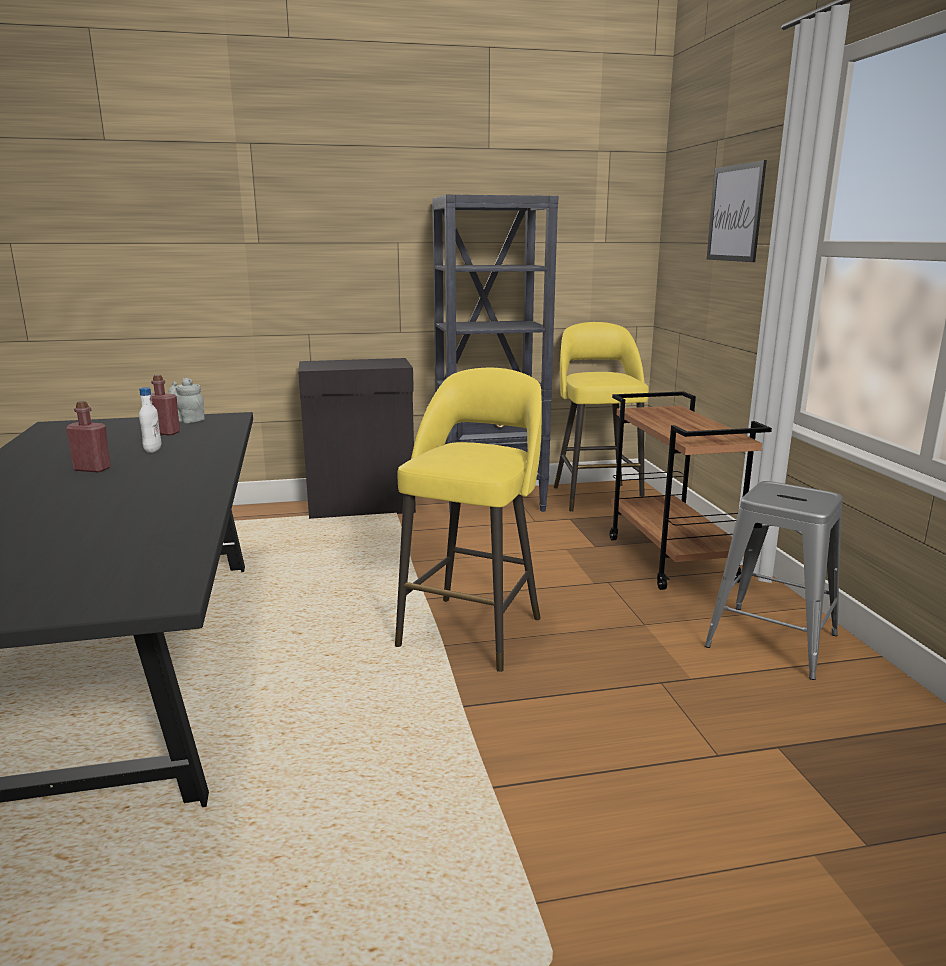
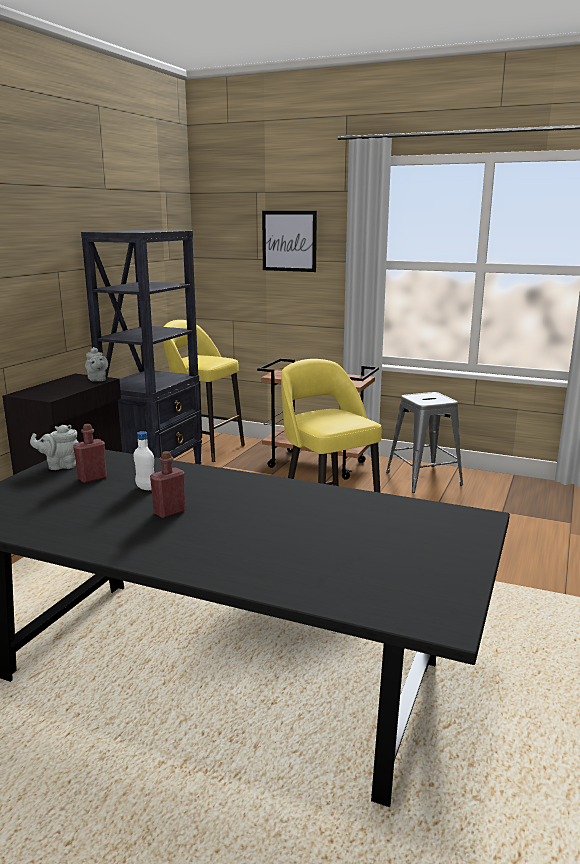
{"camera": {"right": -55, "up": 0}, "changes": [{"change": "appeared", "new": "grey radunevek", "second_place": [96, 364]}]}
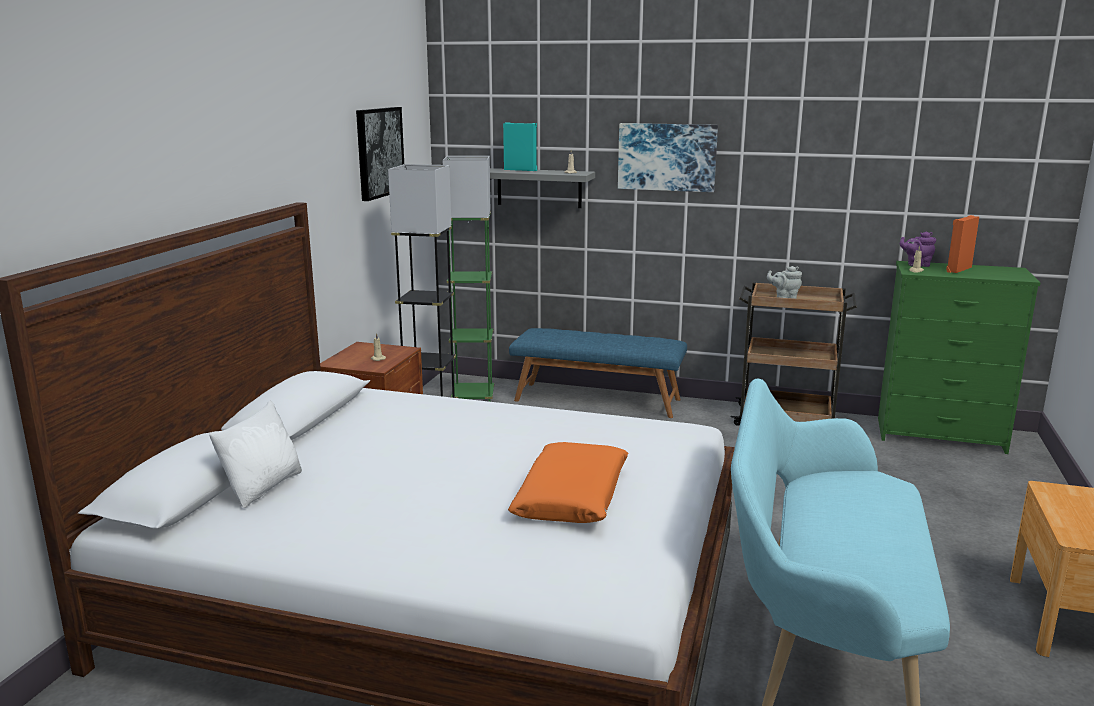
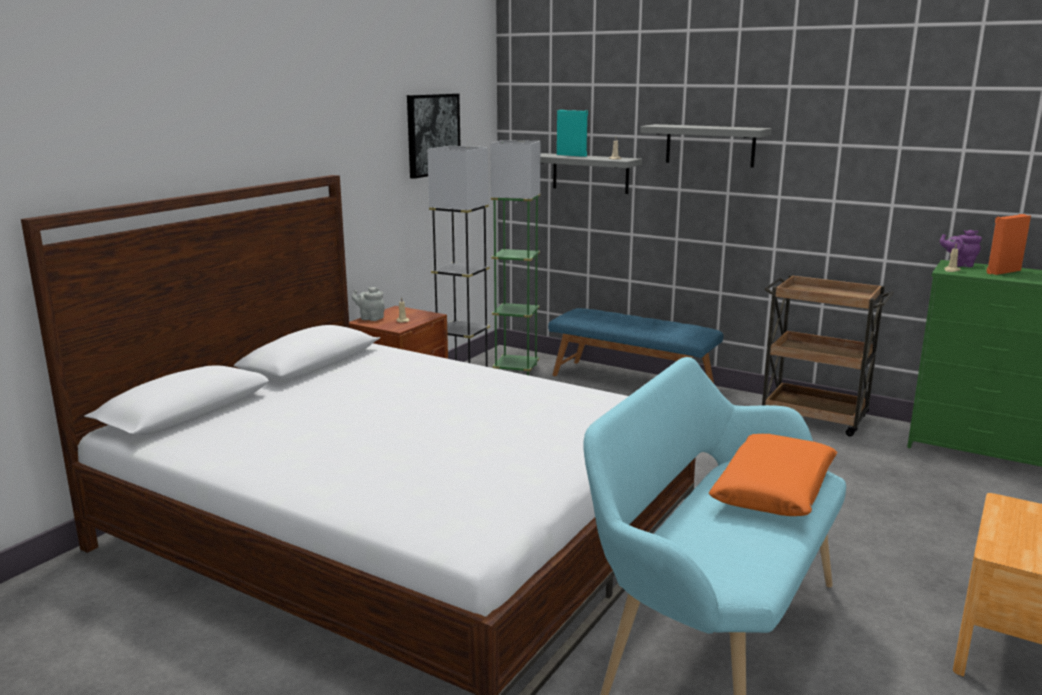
{"camera": {"right": 15, "up": 0}, "changes": [{"change": "relocated", "old": "grey radunevek", "first_place": [784, 282], "second_place": [368, 304]}, {"change": "exchanged", "old": "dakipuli", "new": "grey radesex", "first_place": [668, 157], "second_place": [706, 146]}, {"change": "relocated", "old": "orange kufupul", "first_place": [568, 482], "second_place": [773, 475]}, {"change": "missing", "old": "white kufupul", "first_place": [256, 454]}]}
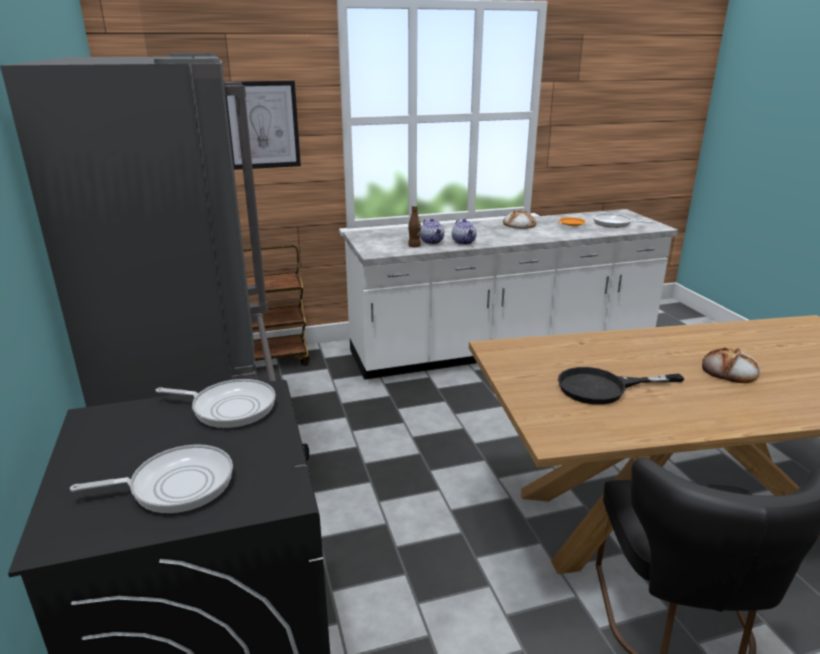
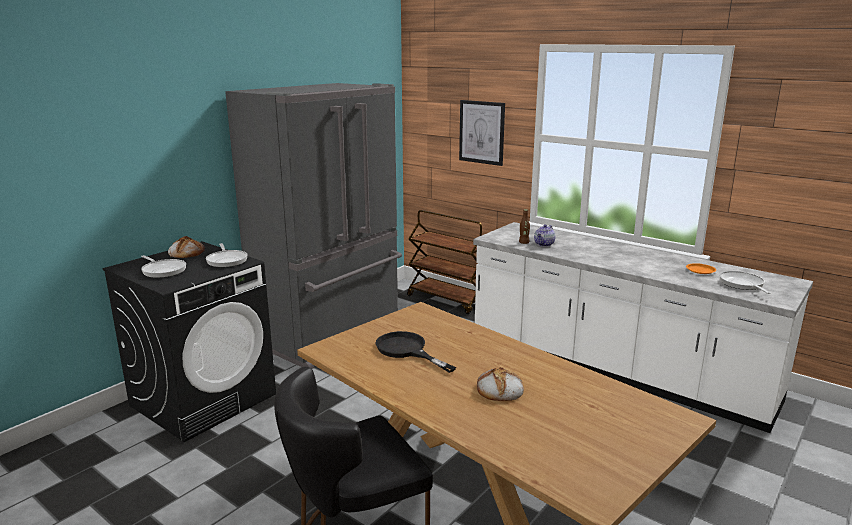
{"camera": {"right": 55, "up": -5}, "changes": [{"change": "relocated", "old": "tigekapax", "first_place": [519, 219], "second_place": [186, 247]}, {"change": "missing", "old": "radunevek", "first_place": [464, 232]}]}
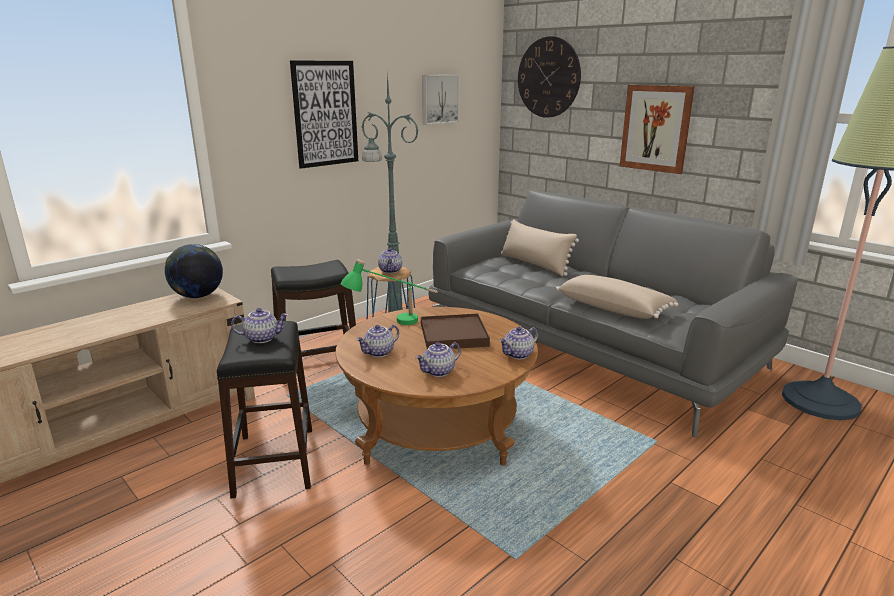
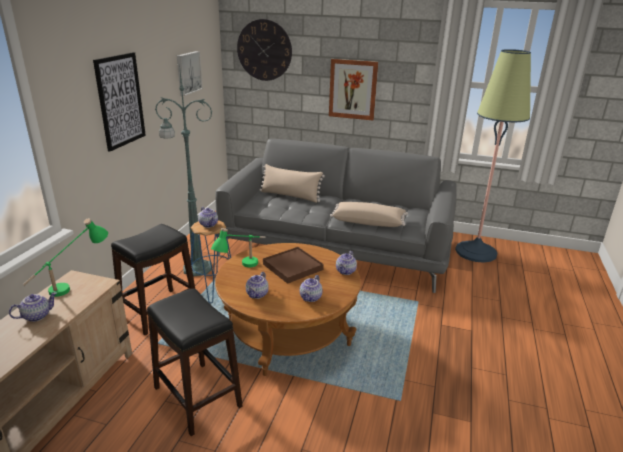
{"camera": {"right": -30, "up": 5}, "changes": [{"change": "relocated", "old": "radunevek", "first_place": [260, 325], "second_place": [33, 307]}, {"change": "exchanged", "old": "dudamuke", "new": "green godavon", "first_place": [194, 271], "second_place": [65, 257]}]}
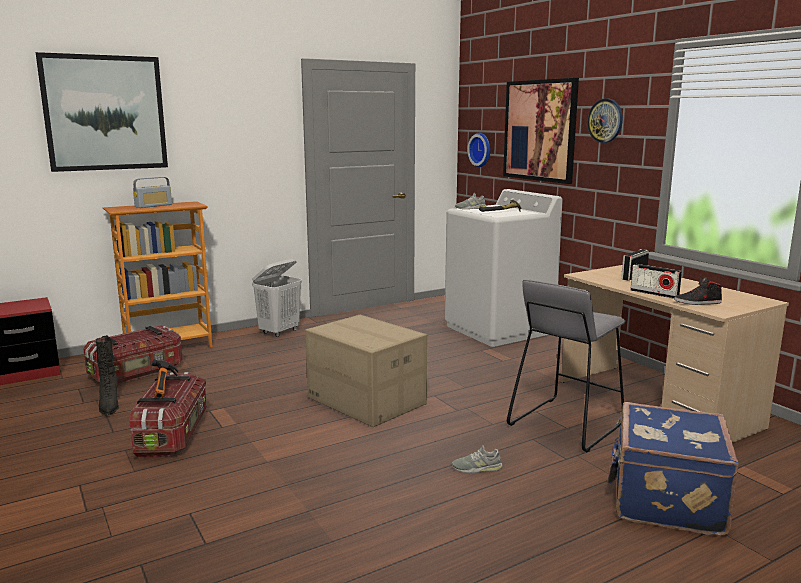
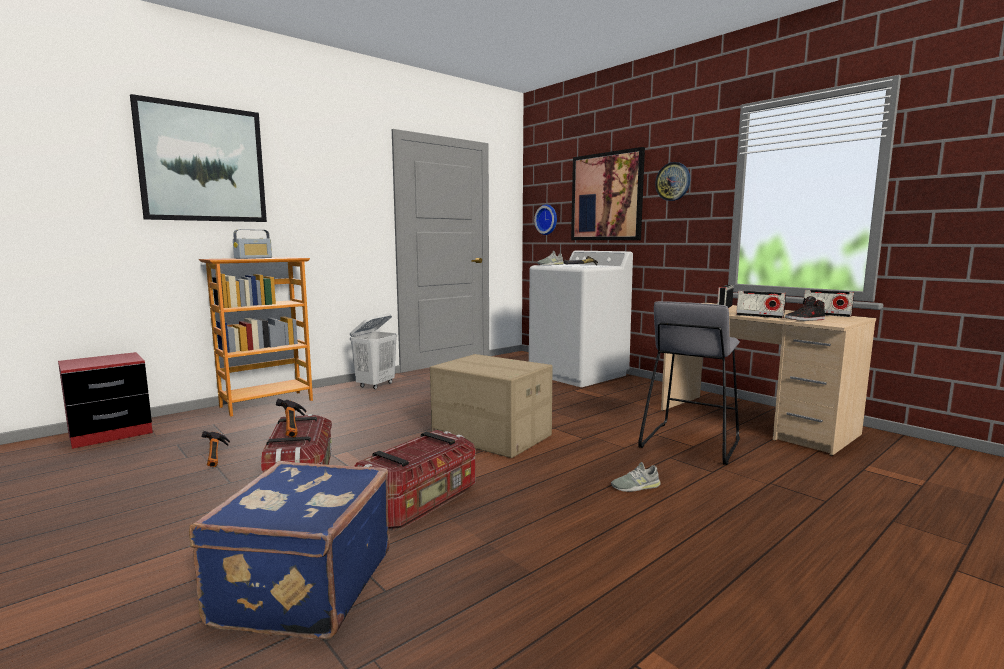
{"camera": {"right": -10, "up": -5}, "changes": [{"change": "relocated", "old": "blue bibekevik", "first_place": [673, 469], "second_place": [289, 550]}, {"change": "exchanged", "old": "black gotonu", "new": "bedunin", "first_place": [107, 376], "second_place": [216, 449]}, {"change": "relocated", "old": "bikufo", "first_place": [133, 354], "second_place": [414, 480]}, {"change": "appeared", "new": "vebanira", "second_place": [828, 303]}]}
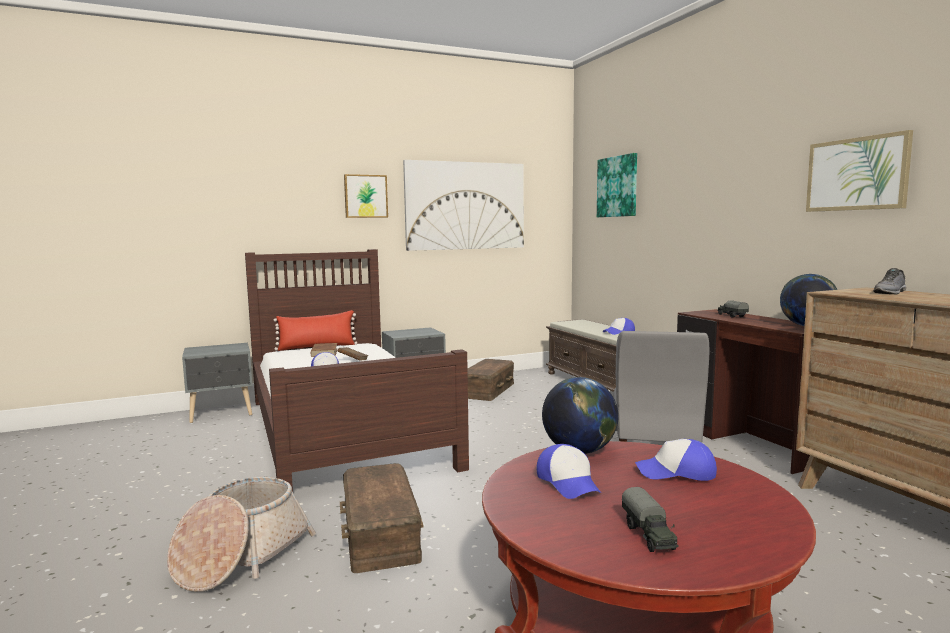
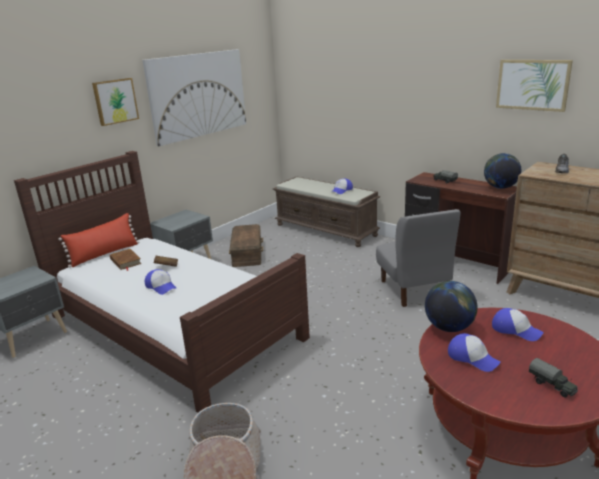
{"camera": {"right": -25, "up": 15}, "changes": [{"change": "spun", "old": "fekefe", "first_place": [676, 460], "second_place": [518, 324], "degrees": -120}, {"change": "missing", "old": "brown bikufo", "first_place": [381, 518]}, {"change": "missing", "old": "dakipuli", "first_place": [617, 185]}]}
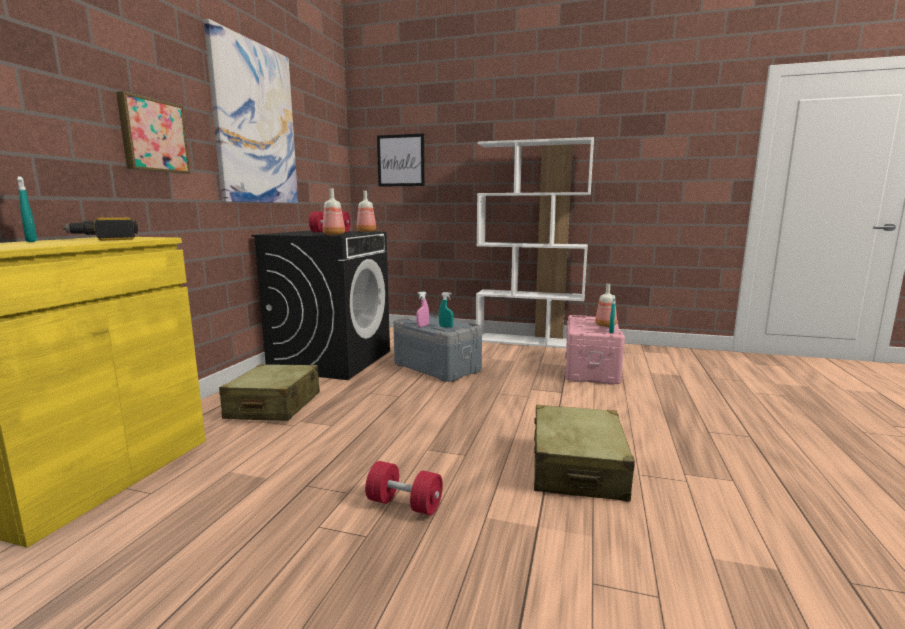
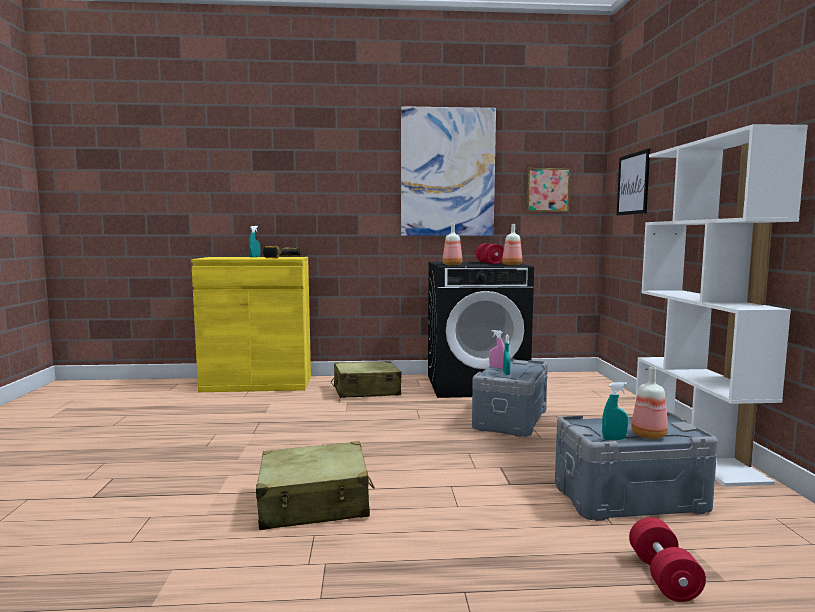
{"camera": {"right": 70, "up": -5}, "changes": [{"change": "relocated", "old": "dakipuli", "first_place": [153, 132], "second_place": [548, 190]}, {"change": "colour", "old": "pink bikufo", "new": "grey bikufo", "first_place": [595, 350], "second_place": [636, 466]}, {"change": "relocated", "old": "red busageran", "first_place": [404, 488], "second_place": [667, 559]}]}
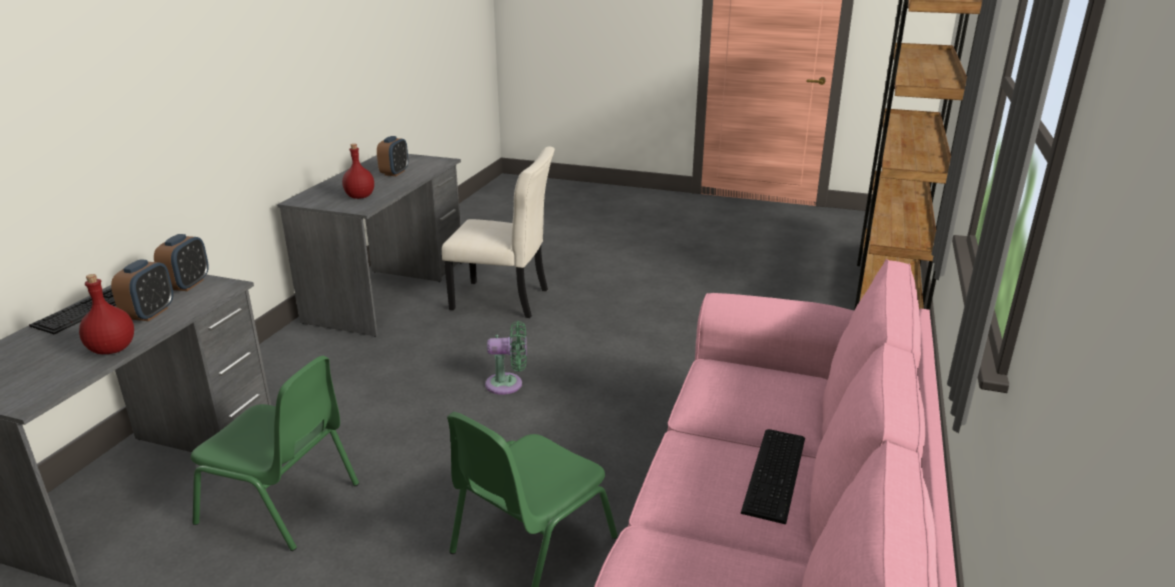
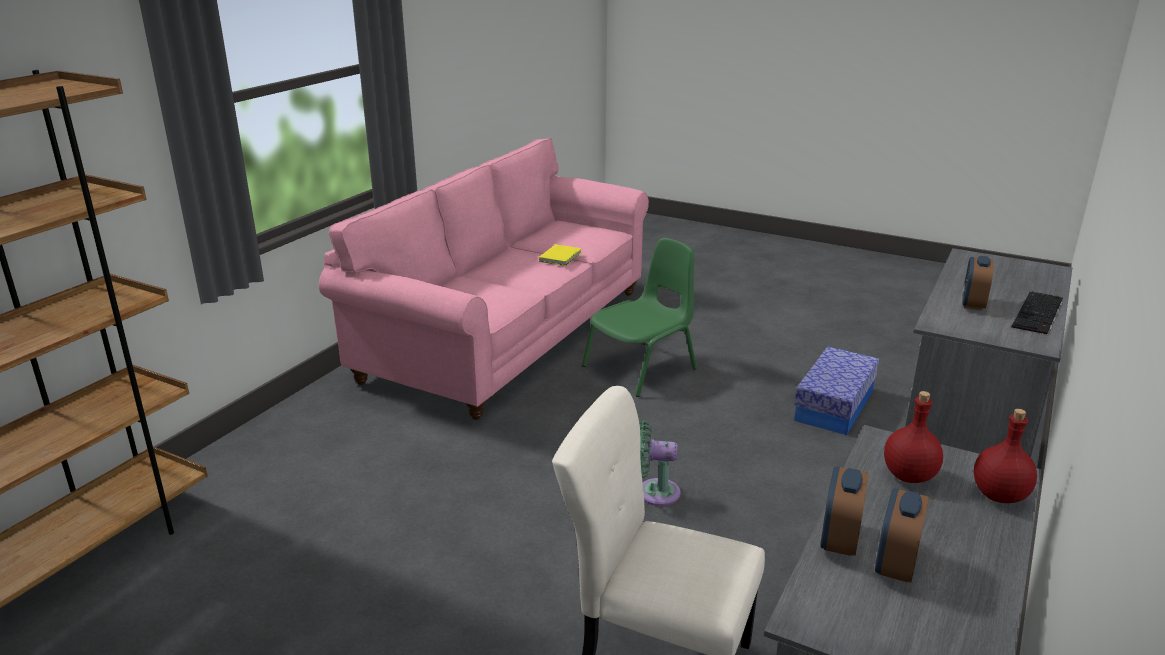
{"camera": {"right": -170, "up": 0}, "changes": [{"change": "appeared", "new": "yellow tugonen", "second_place": [560, 255]}, {"change": "exchanged", "old": "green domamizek", "new": "bikufo", "first_place": [275, 453], "second_place": [836, 390]}, {"change": "relocated", "old": "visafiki", "first_place": [181, 262], "second_place": [844, 511]}, {"change": "relocated", "old": "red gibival", "first_place": [106, 314], "second_place": [1005, 456]}, {"change": "missing", "old": "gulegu", "first_place": [773, 476]}]}
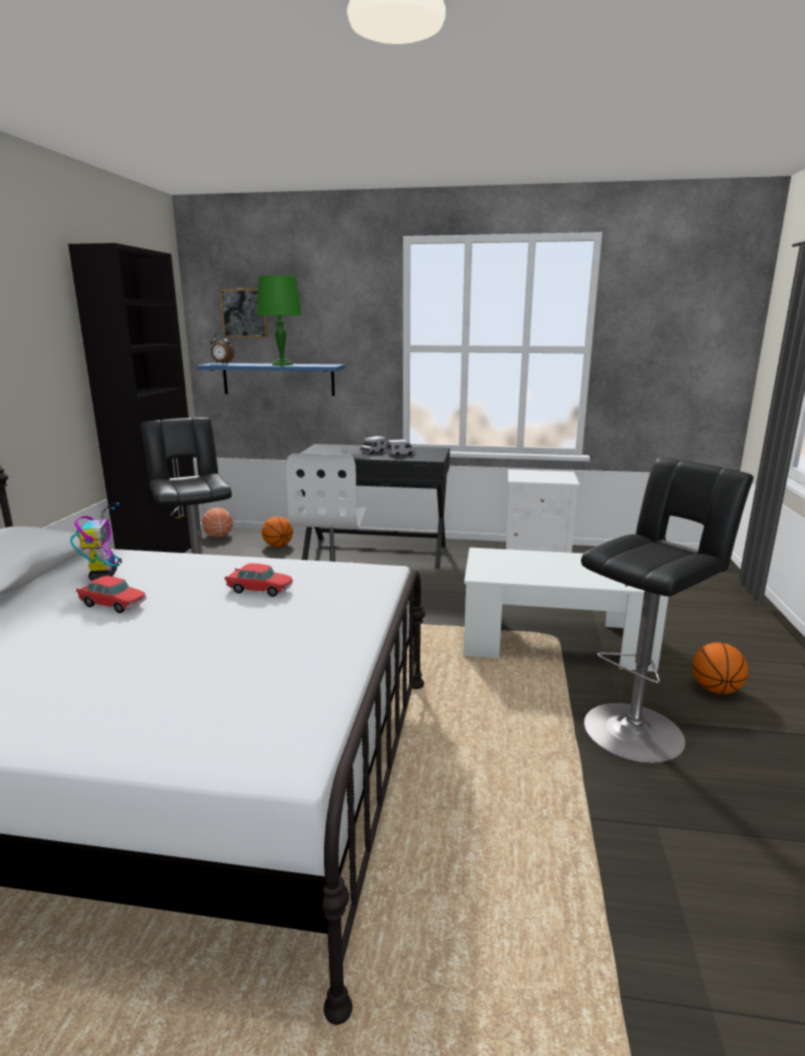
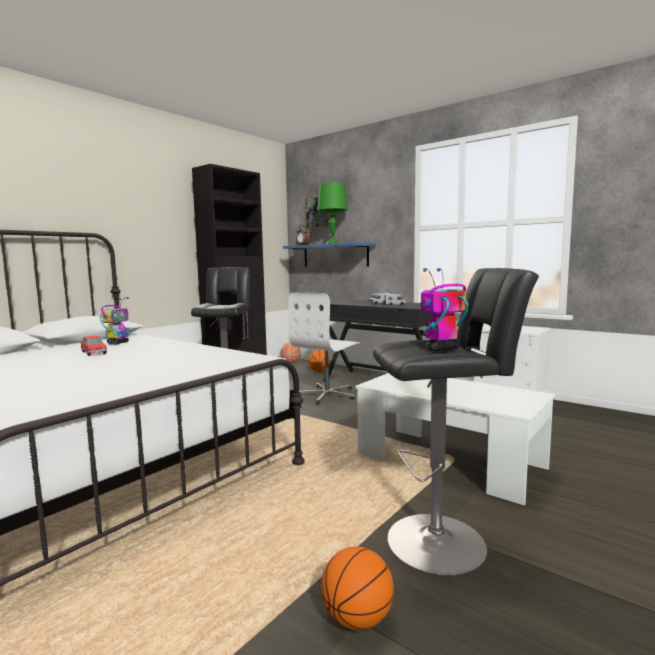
{"camera": {"right": 30, "up": -10}, "changes": [{"change": "relocated", "old": "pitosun", "first_place": [720, 668], "second_place": [357, 588]}, {"change": "appeared", "new": "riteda", "second_place": [444, 309]}, {"change": "missing", "old": "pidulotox", "first_place": [259, 580]}]}
